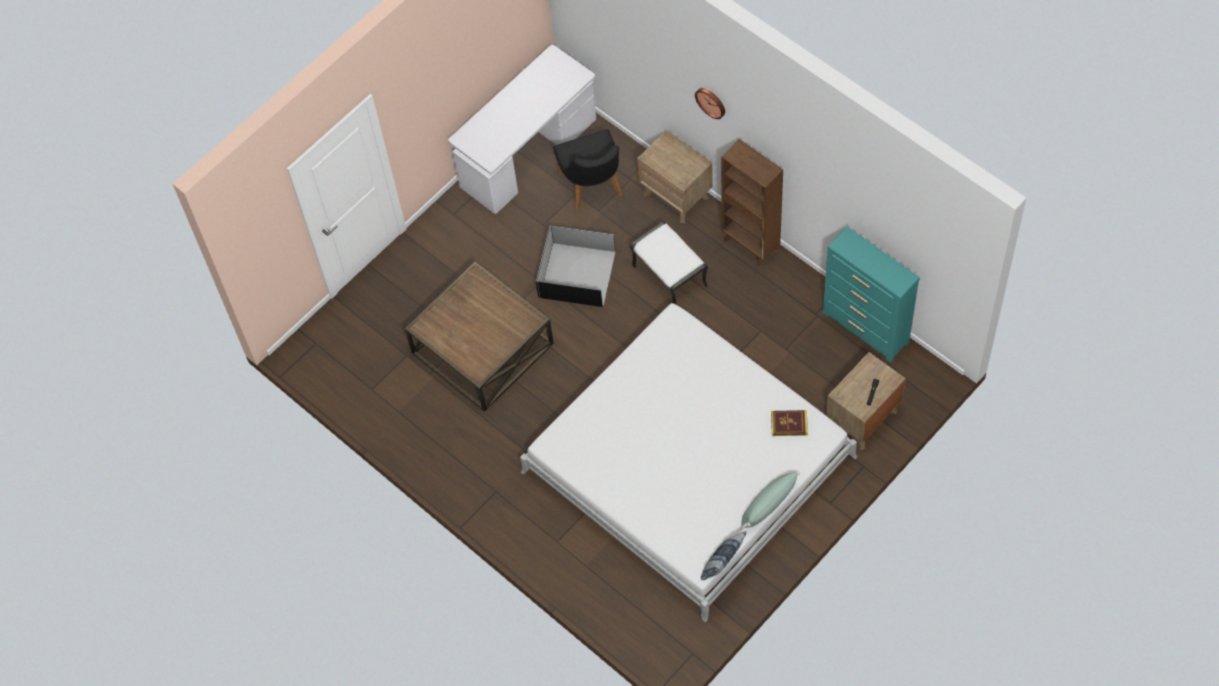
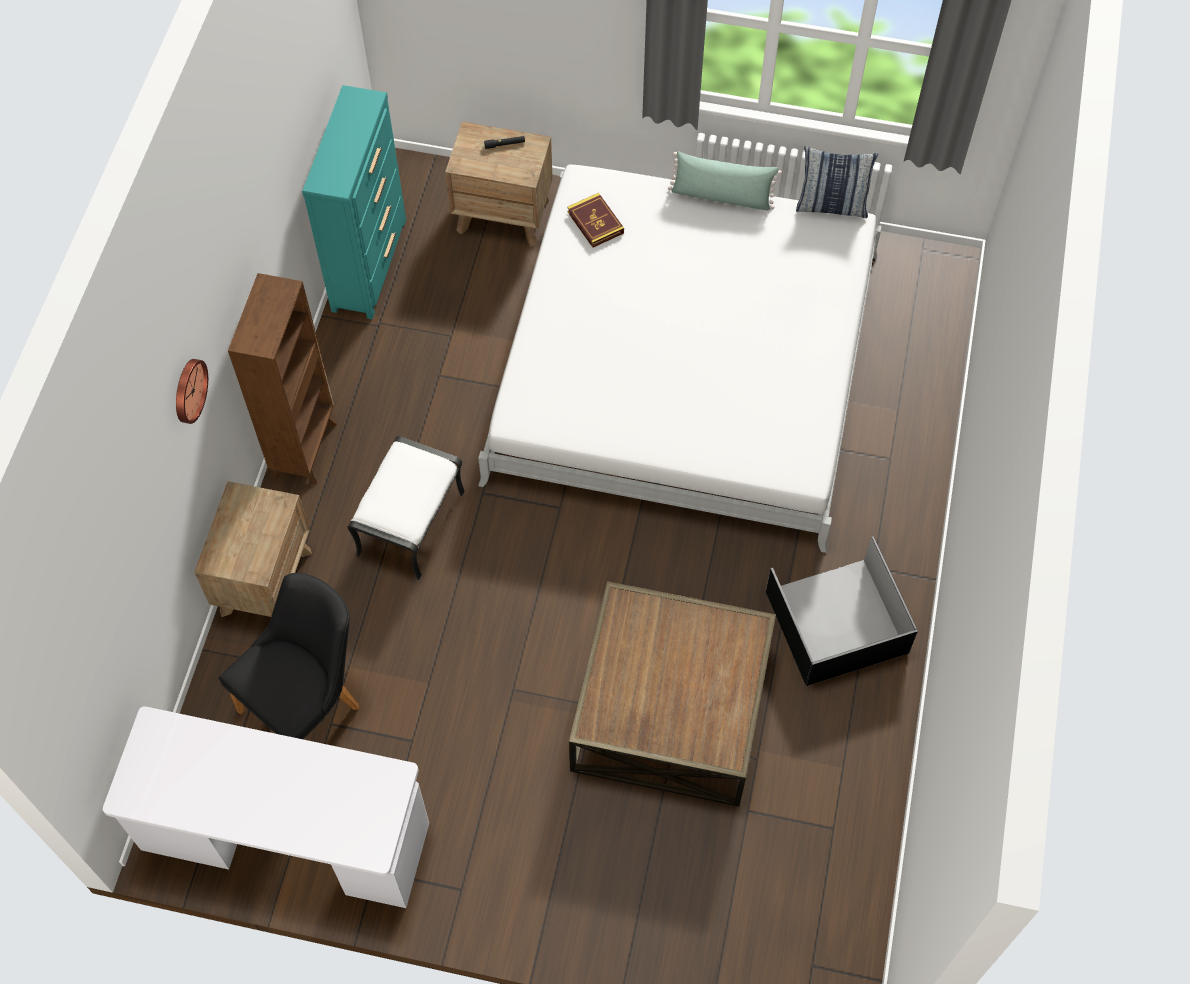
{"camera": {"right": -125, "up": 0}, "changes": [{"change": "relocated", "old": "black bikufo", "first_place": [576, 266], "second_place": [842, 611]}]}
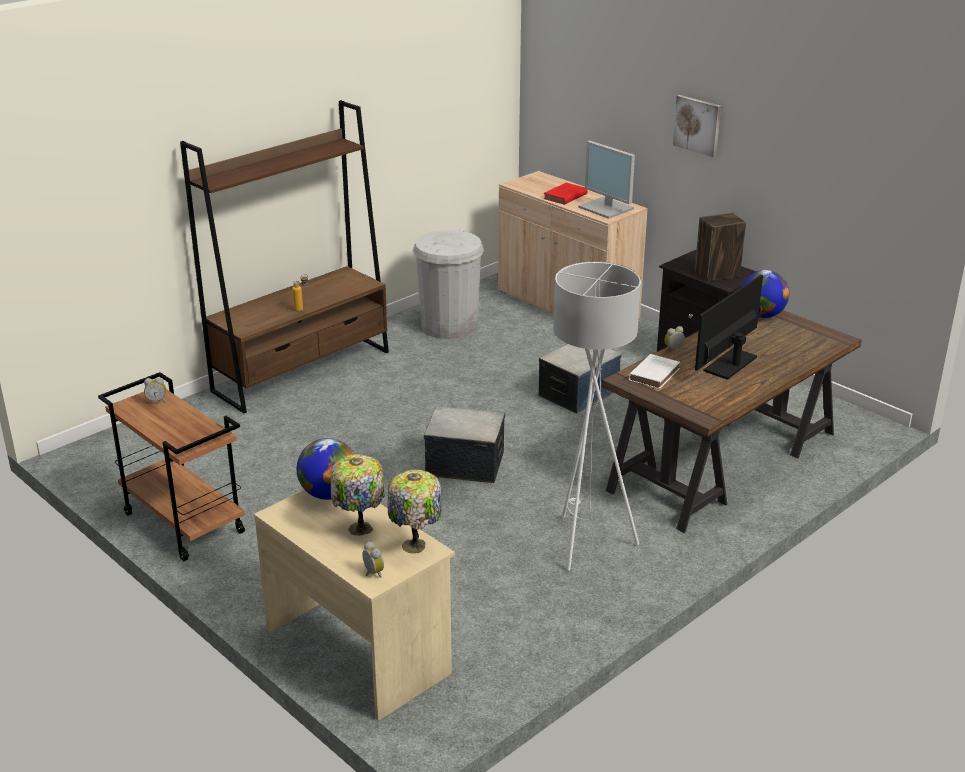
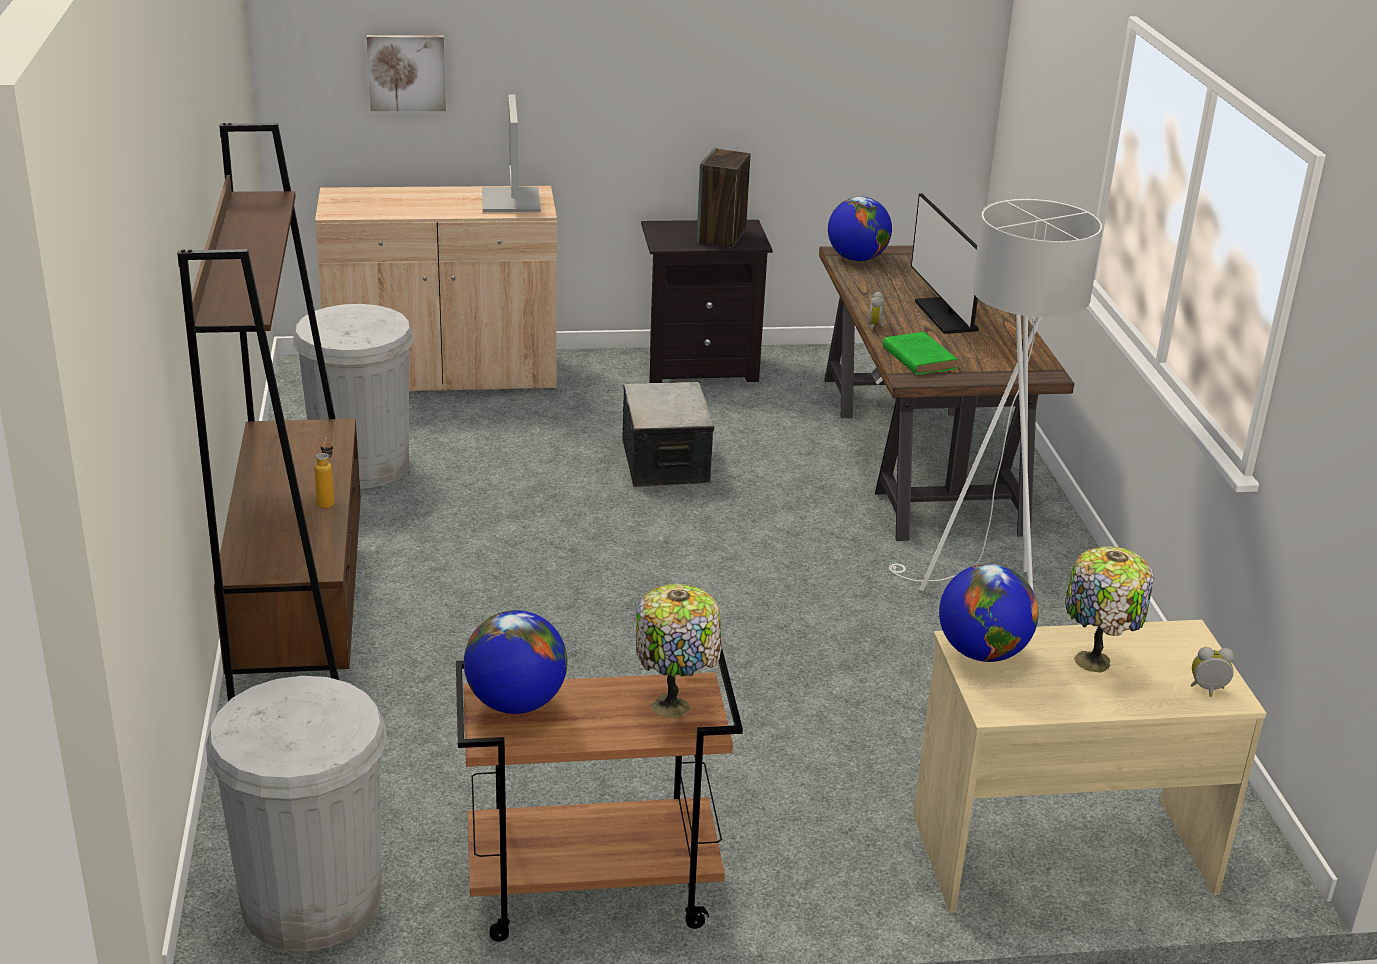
{"camera": {"right": -55, "up": 0}, "changes": [{"change": "appeared", "new": "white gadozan", "second_place": [296, 813]}, {"change": "relocated", "old": "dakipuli", "first_place": [697, 126], "second_place": [406, 73]}, {"change": "exchanged", "old": "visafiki", "new": "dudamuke", "first_place": [155, 390], "second_place": [515, 662]}, {"change": "spun", "old": "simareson", "first_place": [606, 180], "second_place": [511, 153], "degrees": 90}, {"change": "relocated", "old": "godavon", "first_place": [415, 512], "second_place": [679, 651]}, {"change": "colour", "old": "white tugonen", "new": "green tugonen", "first_place": [654, 371], "second_place": [920, 353]}, {"change": "missing", "old": "bikufo", "first_place": [464, 444]}, {"change": "missing", "old": "red tugonen", "first_place": [565, 194]}]}
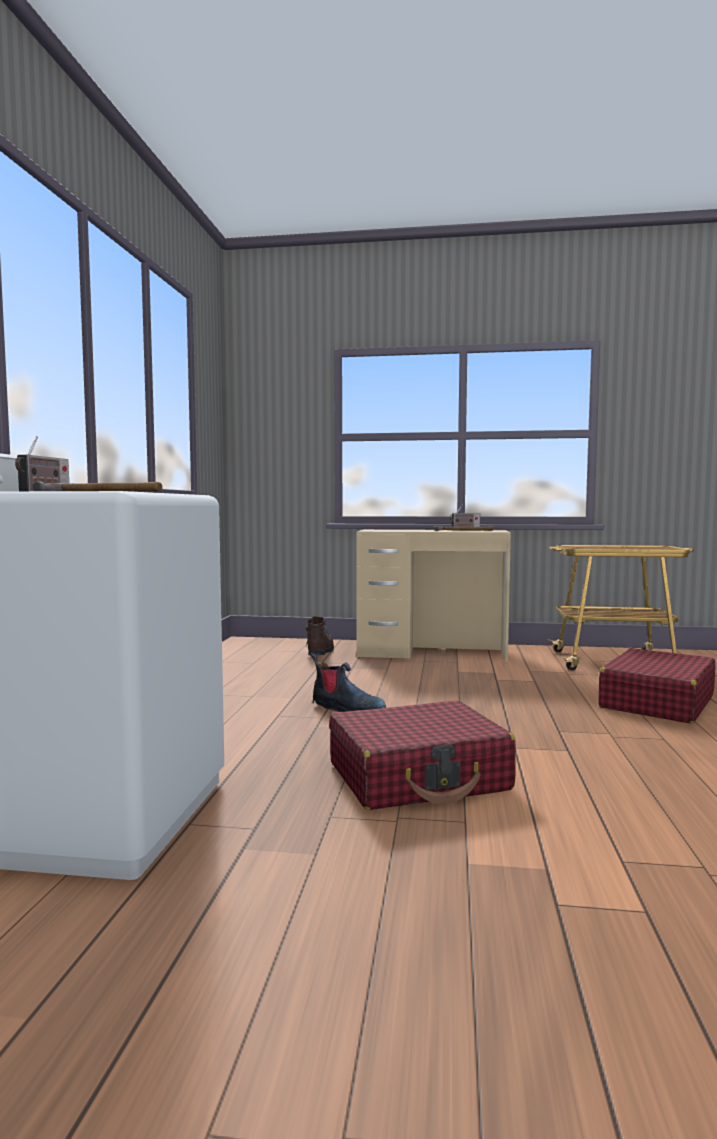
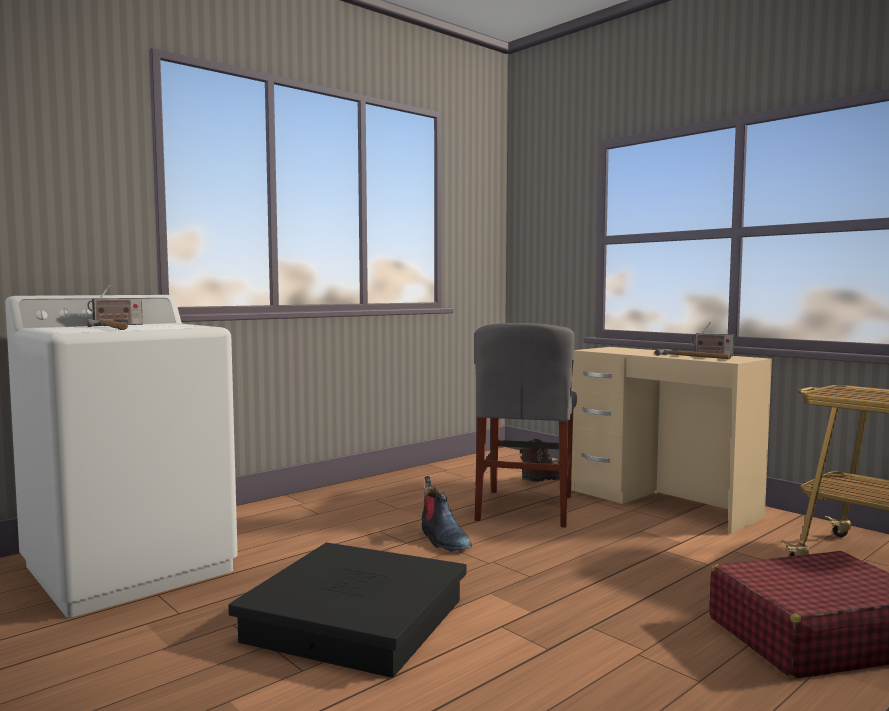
{"camera": {"right": 40, "up": 0}, "changes": [{"change": "exchanged", "old": "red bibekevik", "new": "black bikufo", "first_place": [422, 755], "second_place": [347, 610]}, {"change": "appeared", "new": "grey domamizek", "second_place": [526, 425]}]}
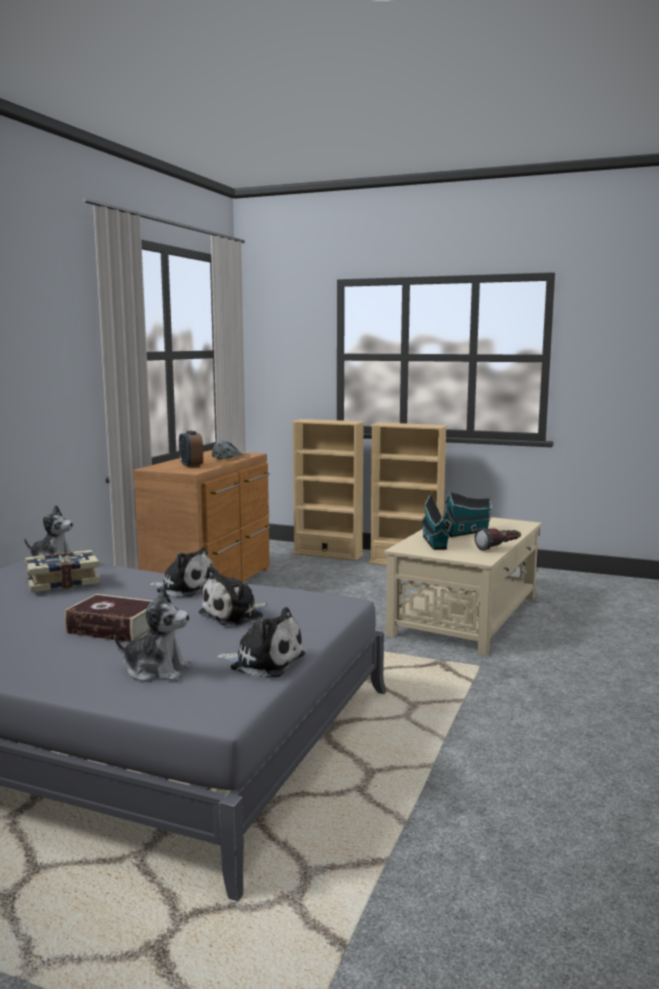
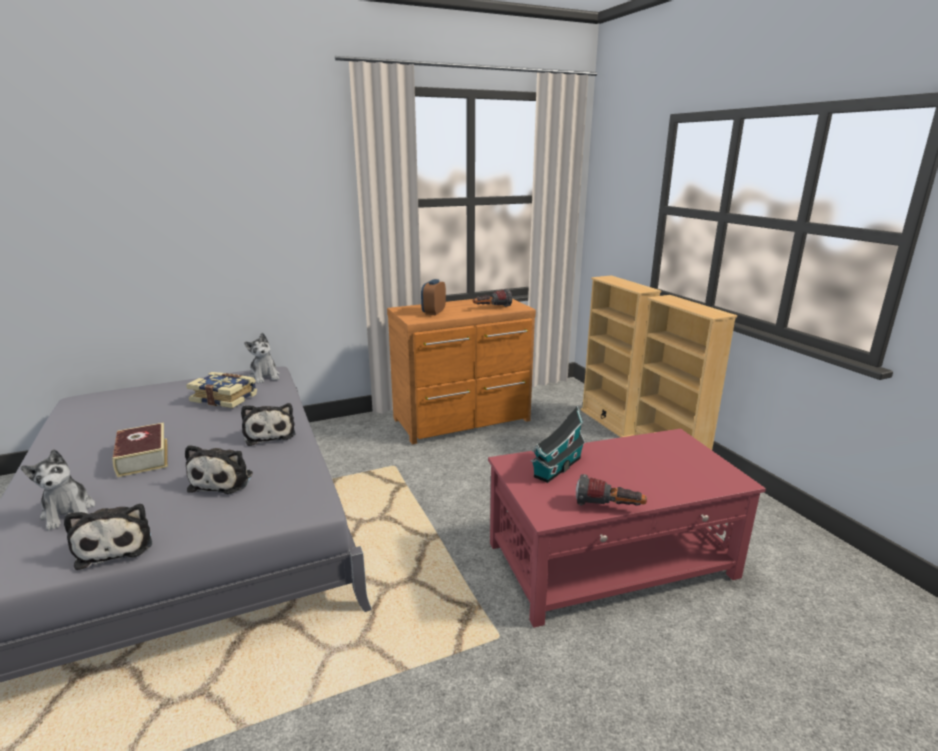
{"camera": {"right": 45, "up": 10}, "changes": [{"change": "spun", "old": "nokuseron", "first_place": [233, 595], "second_place": [219, 469], "degrees": -90}, {"change": "exchanged", "old": "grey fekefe", "new": "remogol", "first_place": [230, 449], "second_place": [492, 297]}, {"change": "colour", "old": "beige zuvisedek", "new": "red zuvisedek", "first_place": [462, 586], "second_place": [627, 528]}, {"change": "missing", "old": "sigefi", "first_place": [467, 514]}]}
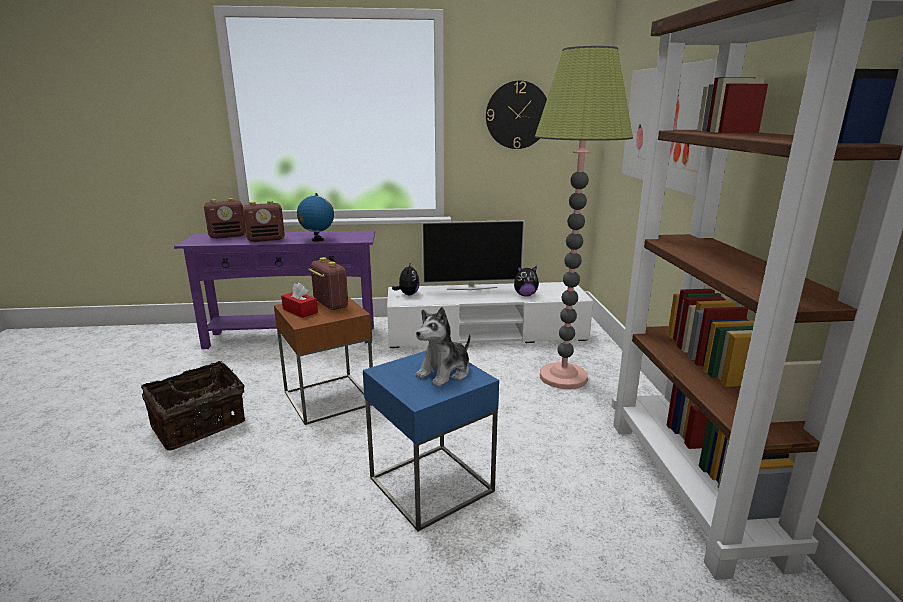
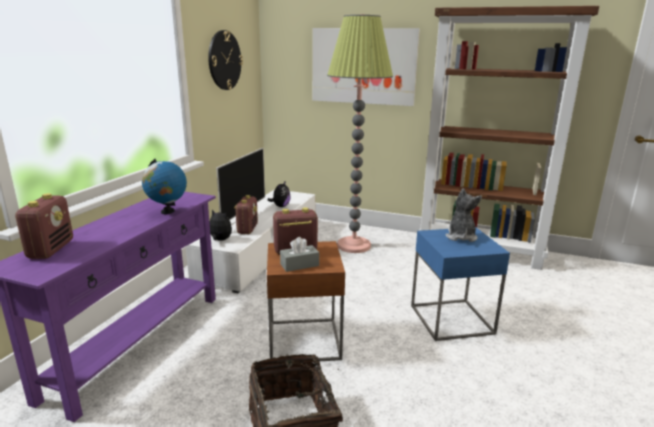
{"camera": {"right": -65, "up": 0}, "changes": [{"change": "relocated", "old": "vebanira", "first_place": [264, 221], "second_place": [246, 214]}, {"change": "colour", "old": "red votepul", "new": "grey votepul", "first_place": [299, 300], "second_place": [299, 254]}, {"change": "spun", "old": "nokuseron", "first_place": [442, 347], "second_place": [463, 215], "degrees": -150}]}
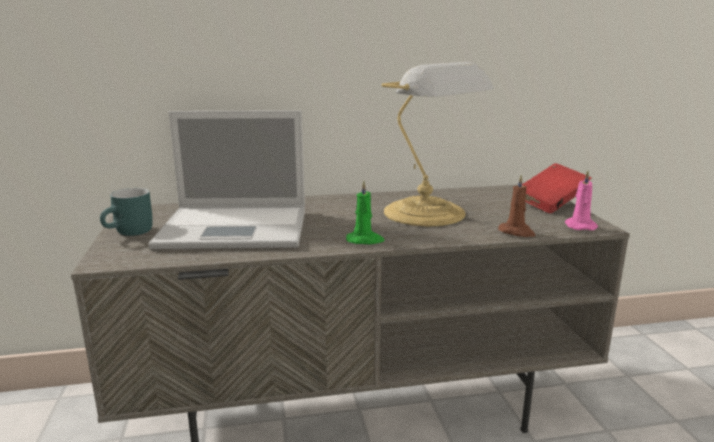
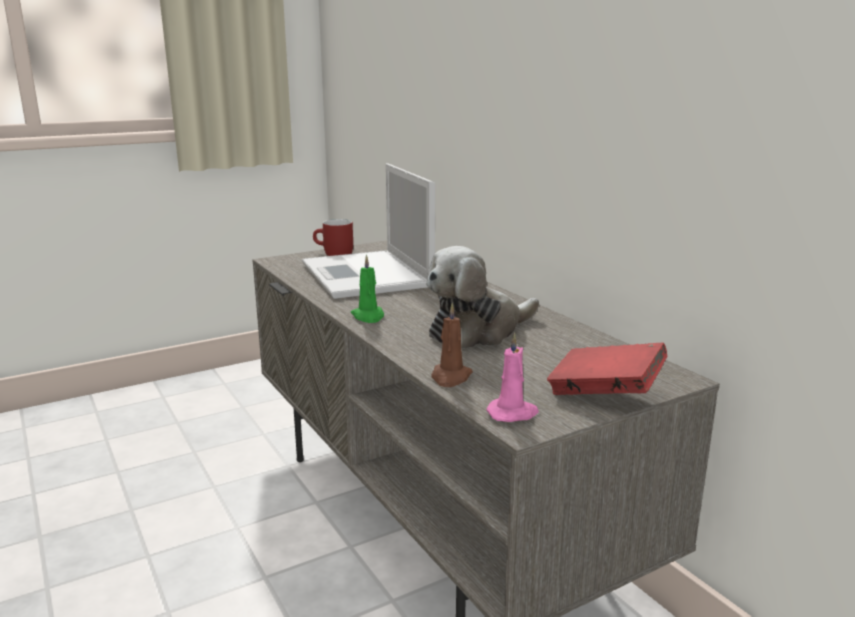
{"camera": {"right": 70, "up": 0}, "changes": [{"change": "colour", "old": "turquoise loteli", "new": "red loteli", "first_place": [126, 212], "second_place": [333, 237]}, {"change": "exchanged", "old": "godavon", "new": "nokuseron", "first_place": [437, 144], "second_place": [482, 297]}]}
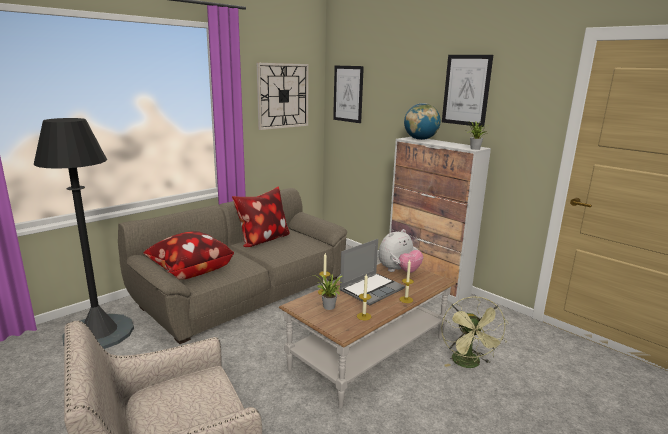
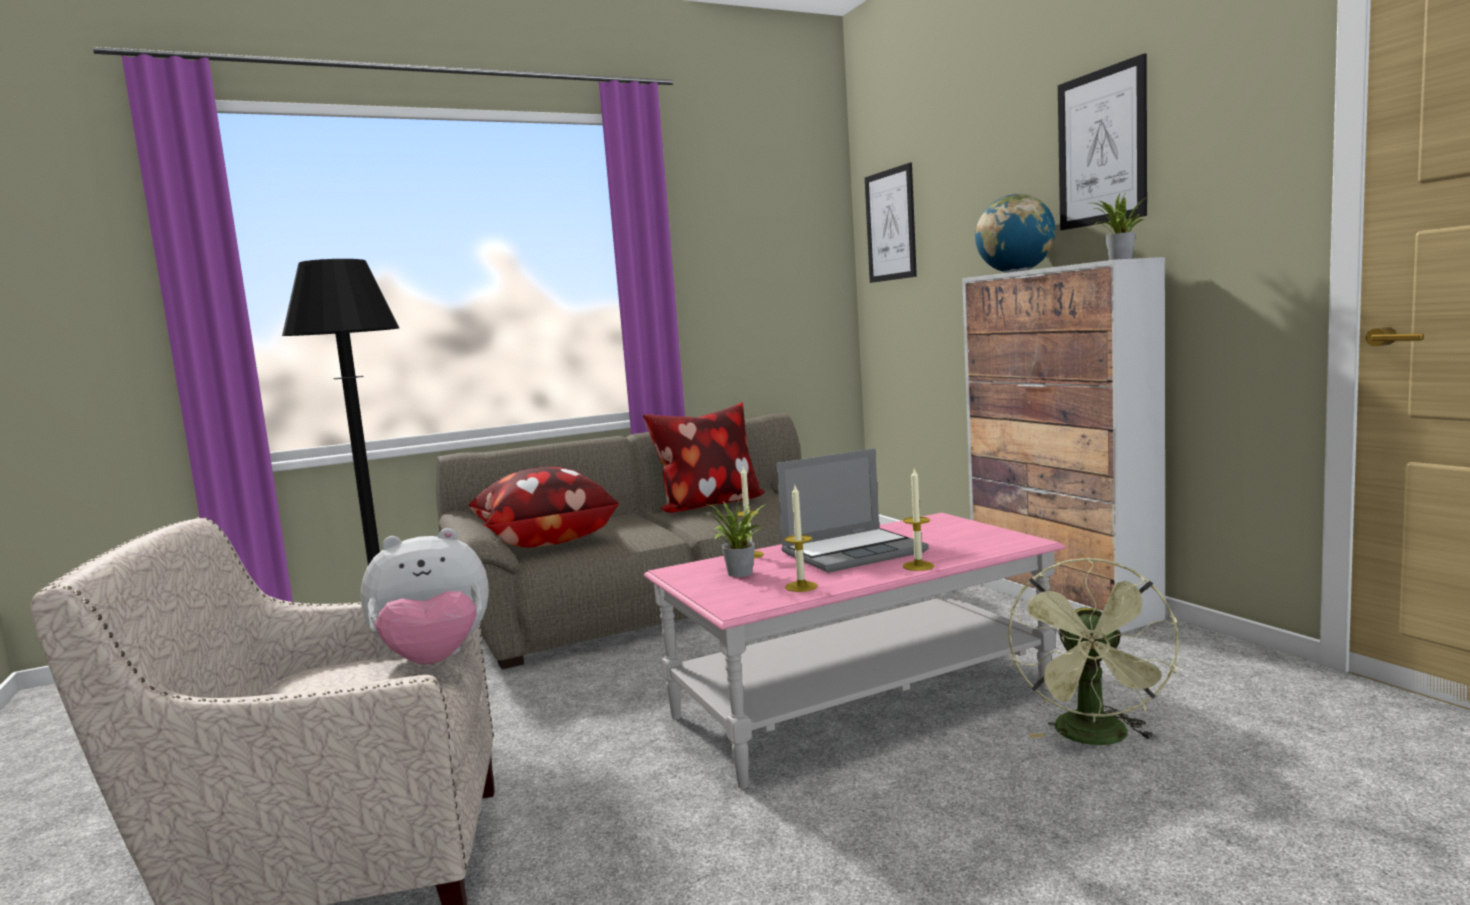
{"camera": {"right": 20, "up": -10}, "changes": [{"change": "relocated", "old": "nokuseron", "first_place": [400, 251], "second_place": [425, 596]}, {"change": "colour", "old": "brown zuvisedek", "new": "pink zuvisedek", "first_place": [367, 335], "second_place": [855, 651]}, {"change": "missing", "old": "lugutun", "first_place": [283, 96]}]}
